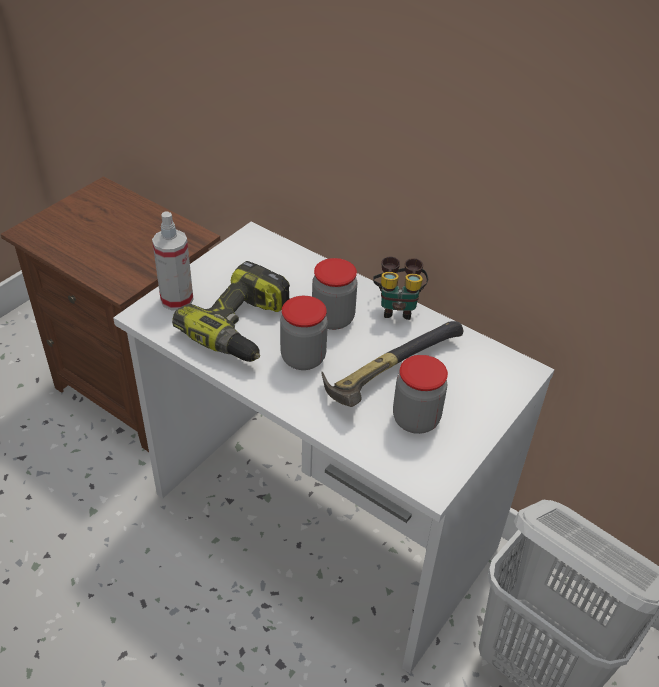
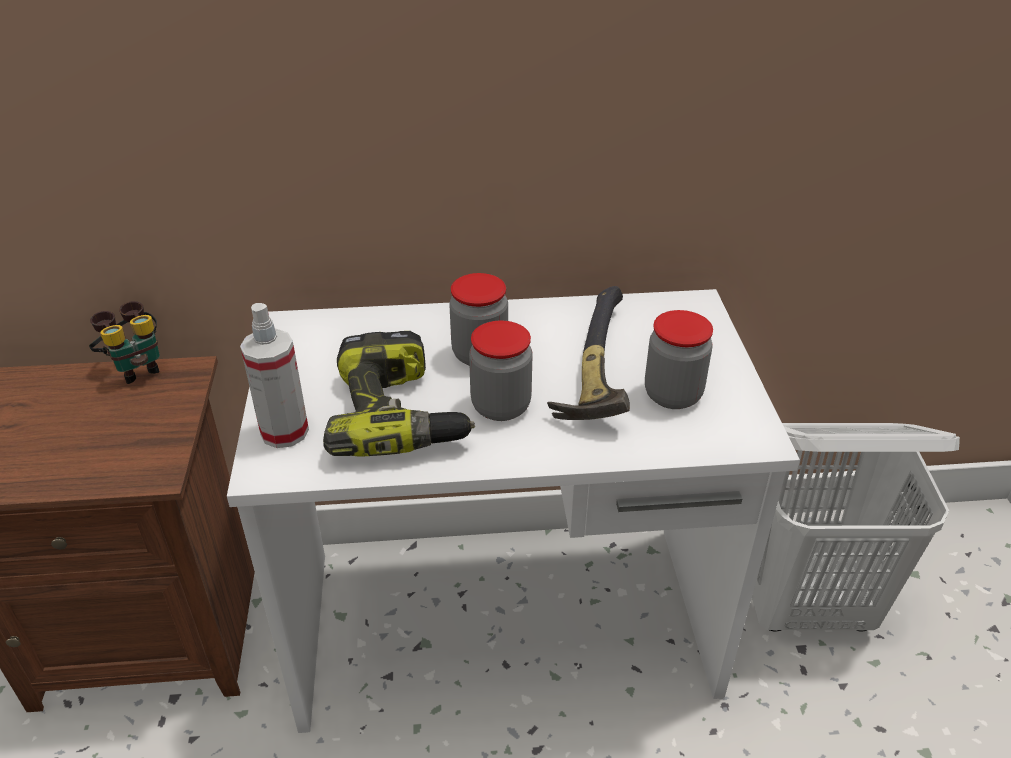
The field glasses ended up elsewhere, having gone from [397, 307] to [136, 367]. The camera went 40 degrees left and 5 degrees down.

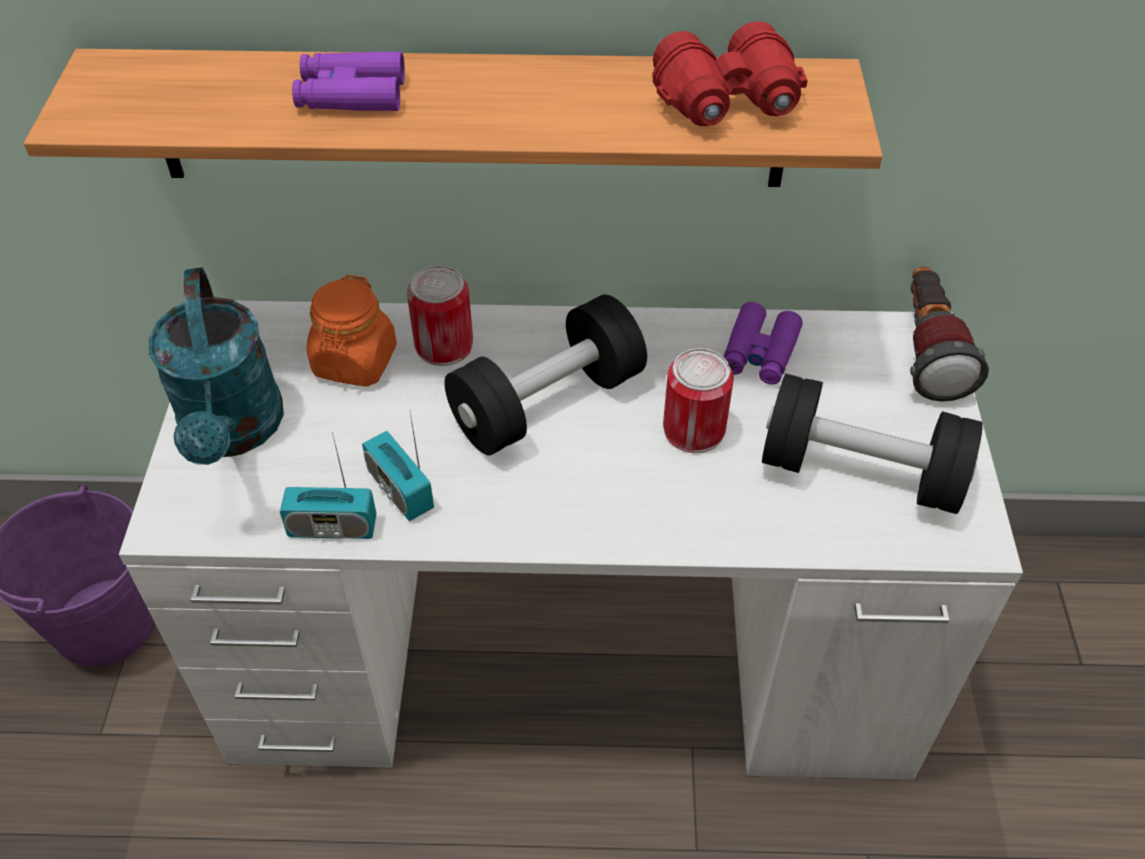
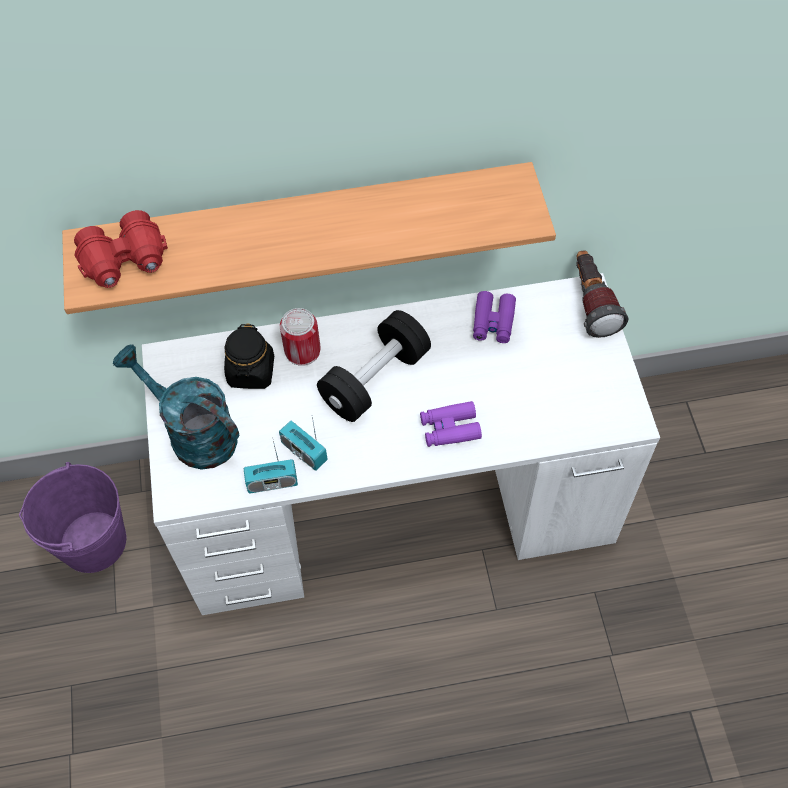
The reddish field glasses ended up elsewhere, having gone from [728, 103] to [126, 262]. The turquoise watering pot at [233, 432] ended up facing another way, 150 degrees clockwise from before. What was the orange preserve jar at [355, 362] turned into the blackish preserve jar at [251, 372]. The purple field glasses ended up elsewhere, having gone from [351, 94] to [449, 428]. The second view lost the metal can at [694, 430]. The second view lost the blackish hand weight at [860, 472]. The camera went 10 degrees left and 10 degrees up.

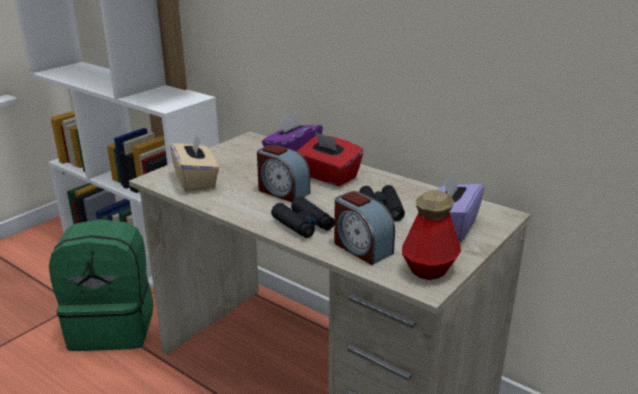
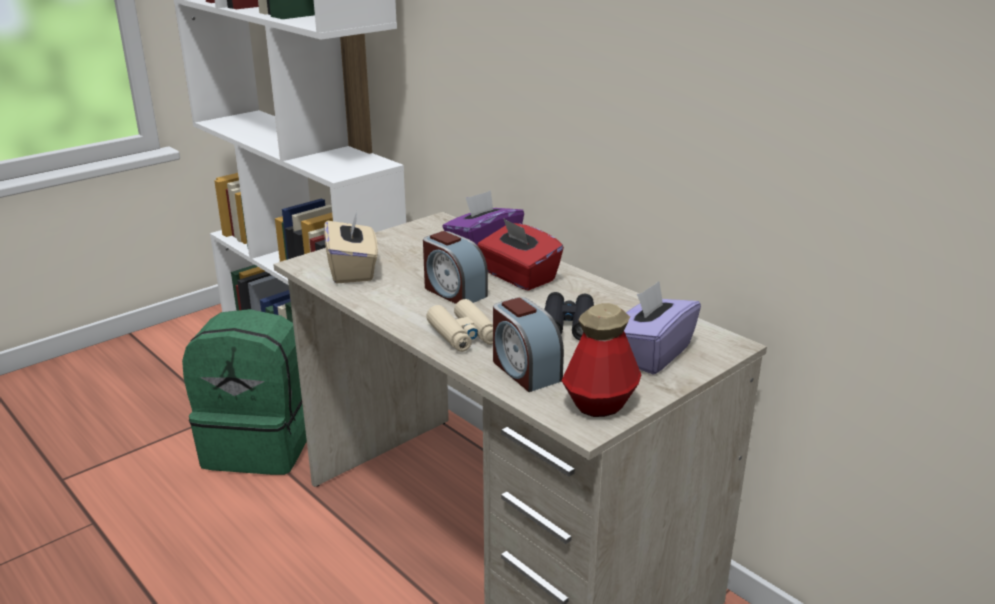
What was the blackish field glasses at [303, 224] turned into the beige field glasses at [463, 335]. The camera went 10 degrees right and 0 degrees up.

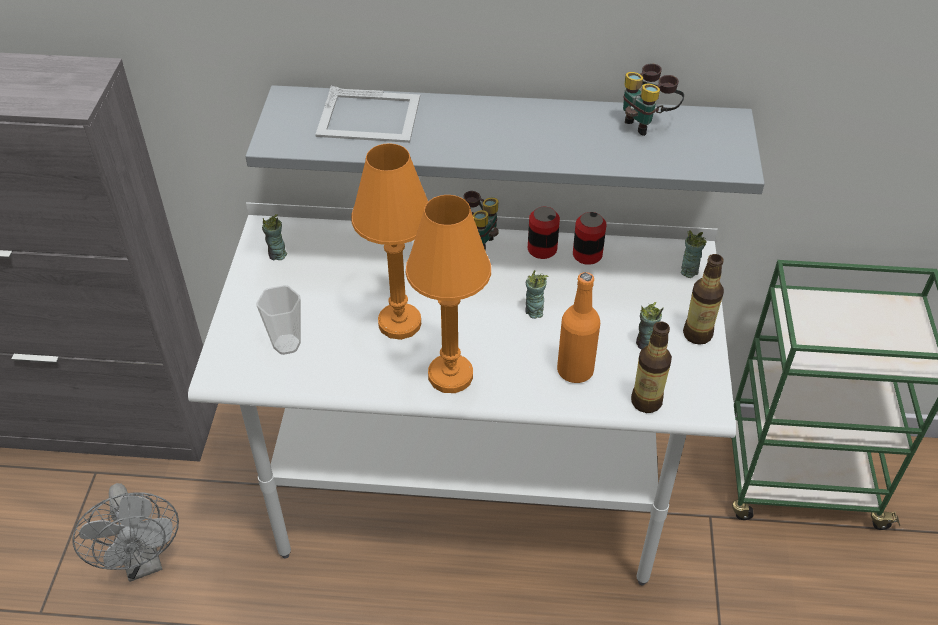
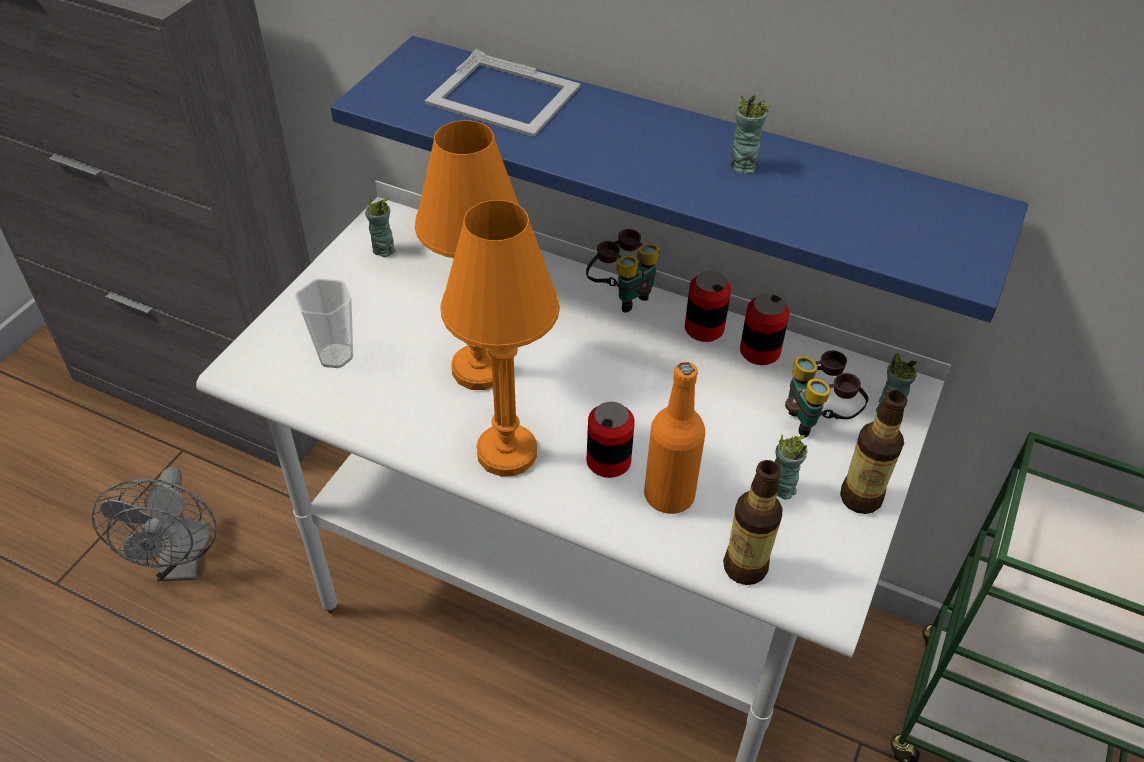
What was the gray shelf at [507, 137] turned into the blue shelf at [687, 168]. The second view gained the metal can at [608, 461]. The drinking cup ended up elsewhere, having gone from [534, 311] to [743, 165]. The field glasses ended up elsewhere, having gone from [647, 122] to [818, 420]. The camera went 20 degrees right and 0 degrees up.

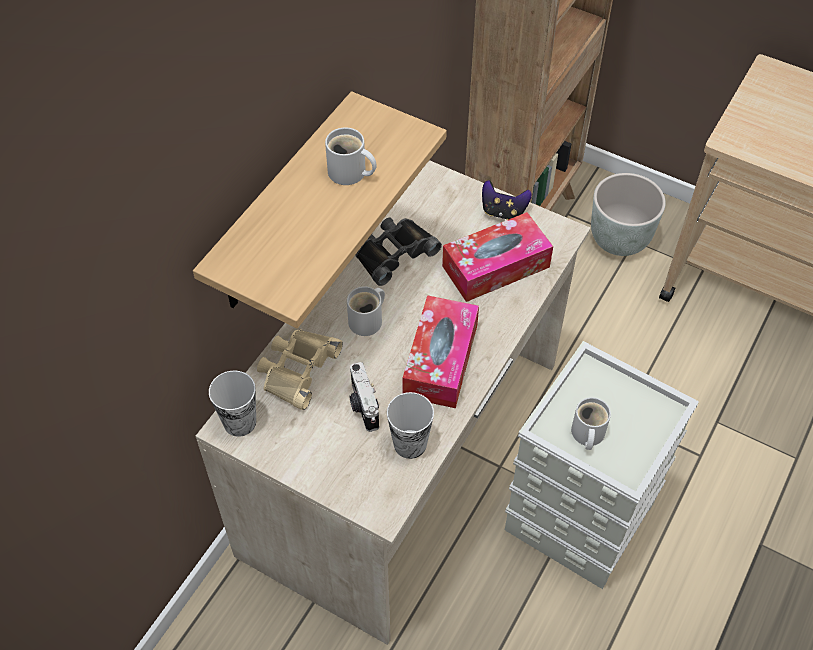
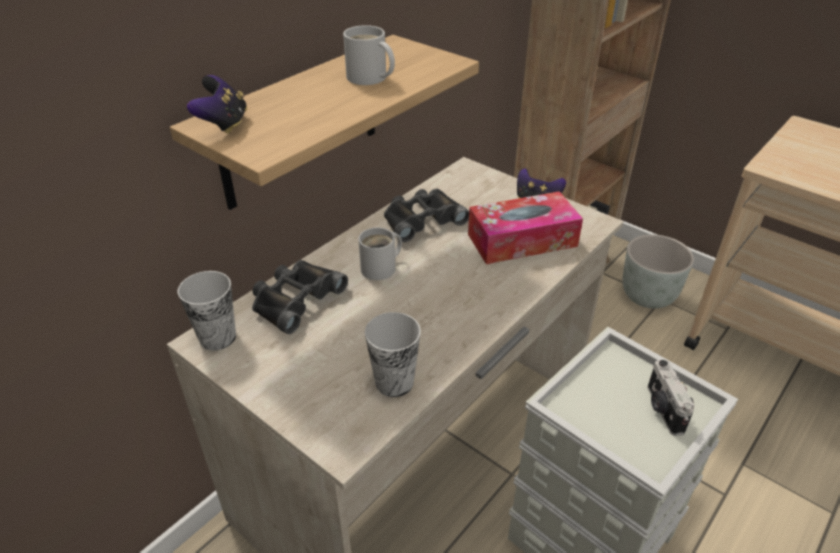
The second view gained the joypad at [223, 124]. What was the beige field glasses at [297, 369] turned into the blackish field glasses at [295, 299]. The still camera ended up elsewhere, having gone from [363, 406] to [663, 409]. The second view lost the box of tissues at [440, 360]. The second view lost the white-coloured coffee mug at [586, 434]. The camera went 10 degrees right and 15 degrees down.

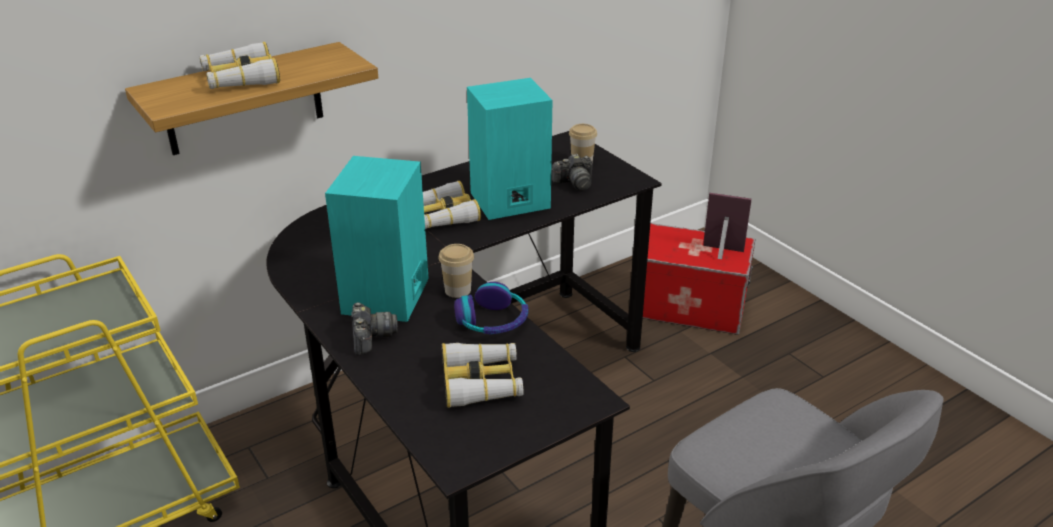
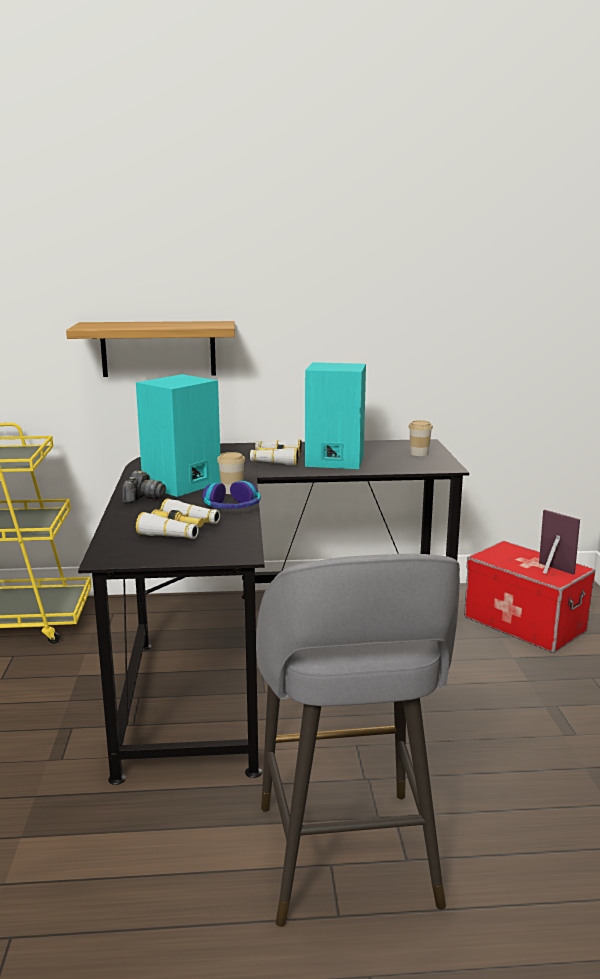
The second view lost the field glasses at [241, 78]. The second view lost the still camera at [574, 183]. The camera went 30 degrees right and 15 degrees down.

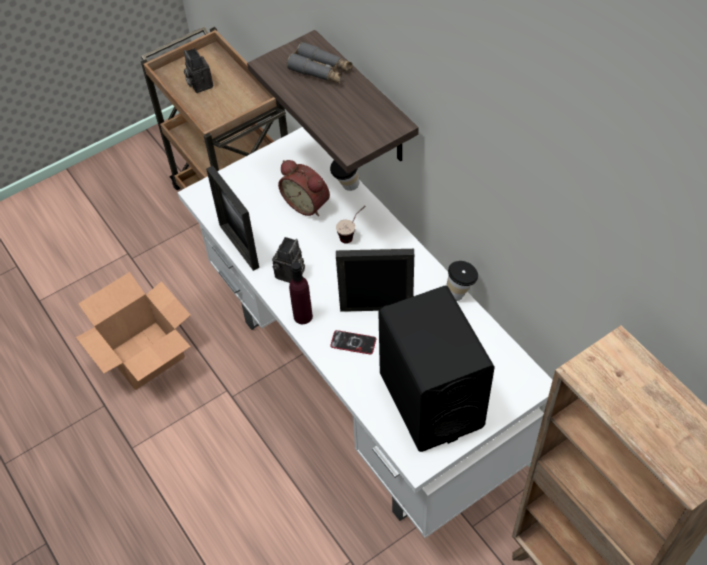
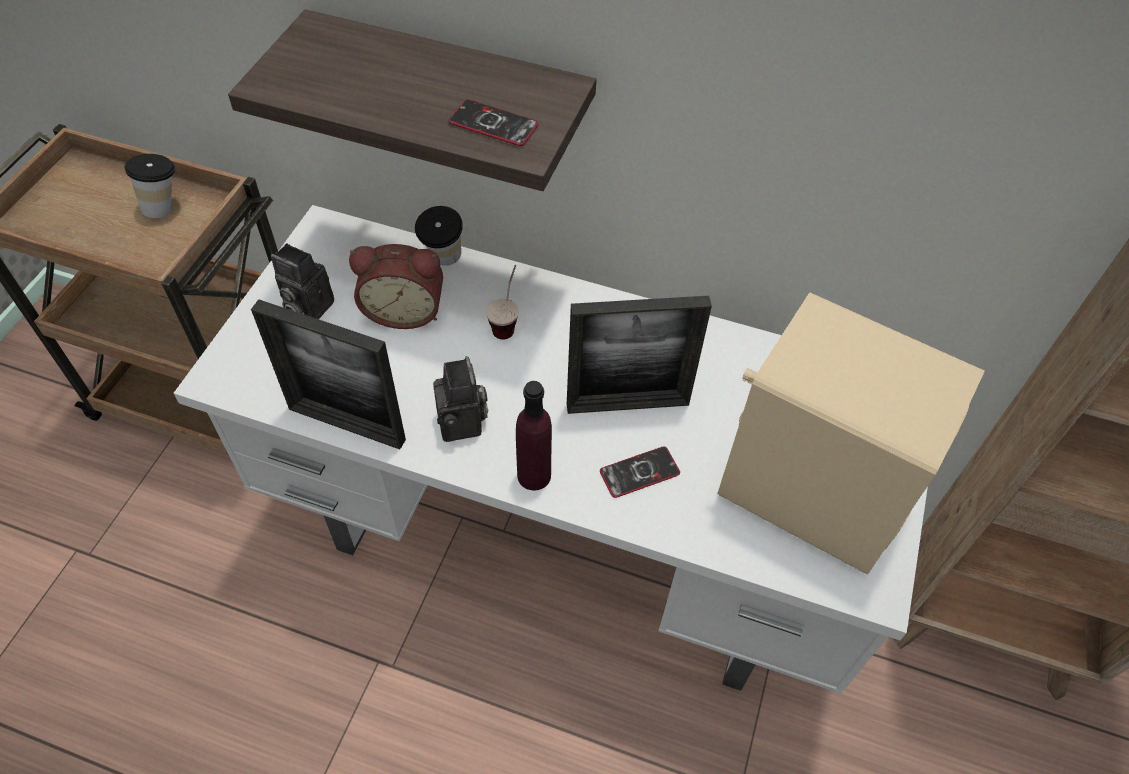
The drinking cup ended up elsewhere, having gone from [460, 293] to [165, 207]. The still camera ended up elsewhere, having gone from [199, 84] to [306, 307]. The second view gained the phone at [493, 124]. The photo frame at [376, 307] ended up facing another way, 150 degrees counterclockwise from before. What was the blackish loudspeaker at [430, 400] turned into the beige loudspeaker at [811, 491]. The second view lost the packing box at [146, 354]. The second view lost the gray field glasses at [320, 70]. The camera went 40 degrees left and 0 degrees up.

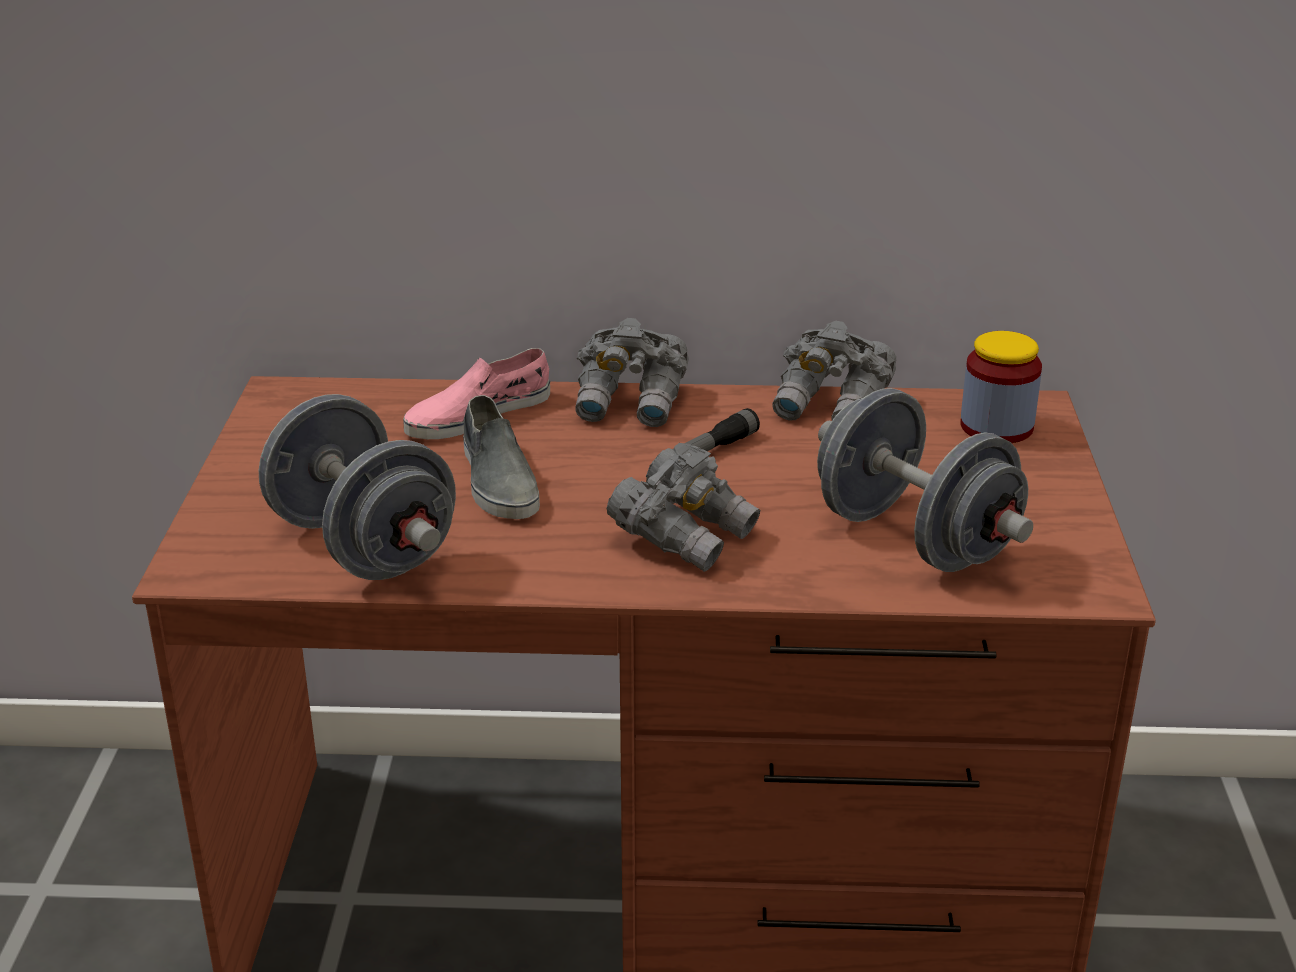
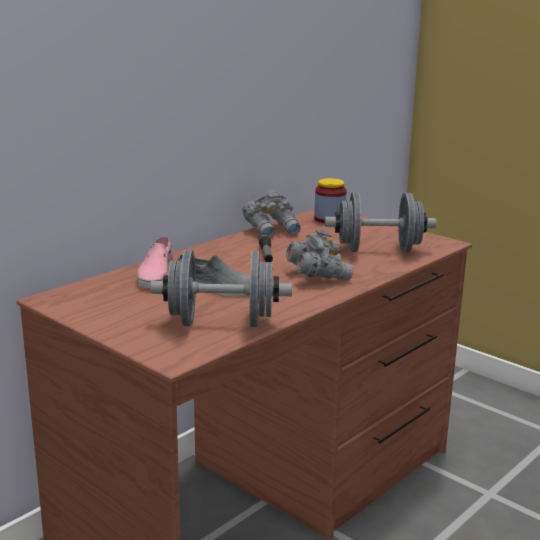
The second view lost the gray field glasses at [632, 403]. The camera went 50 degrees left and 10 degrees down.

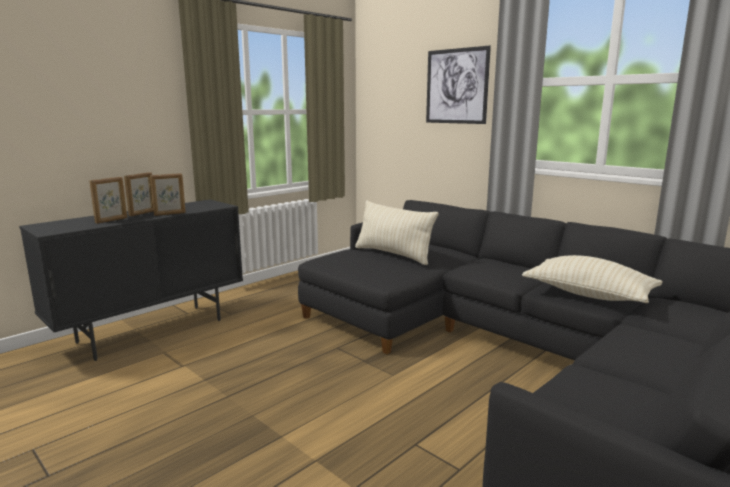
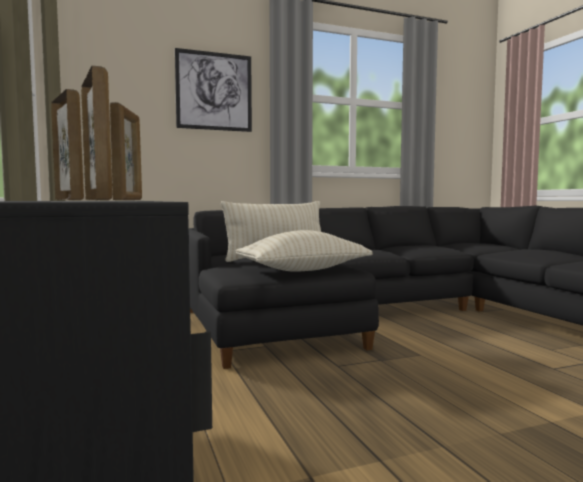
The beige throw pillow ended up elsewhere, having gone from [589, 295] to [303, 270]. The camera went 65 degrees left and 10 degrees down.

